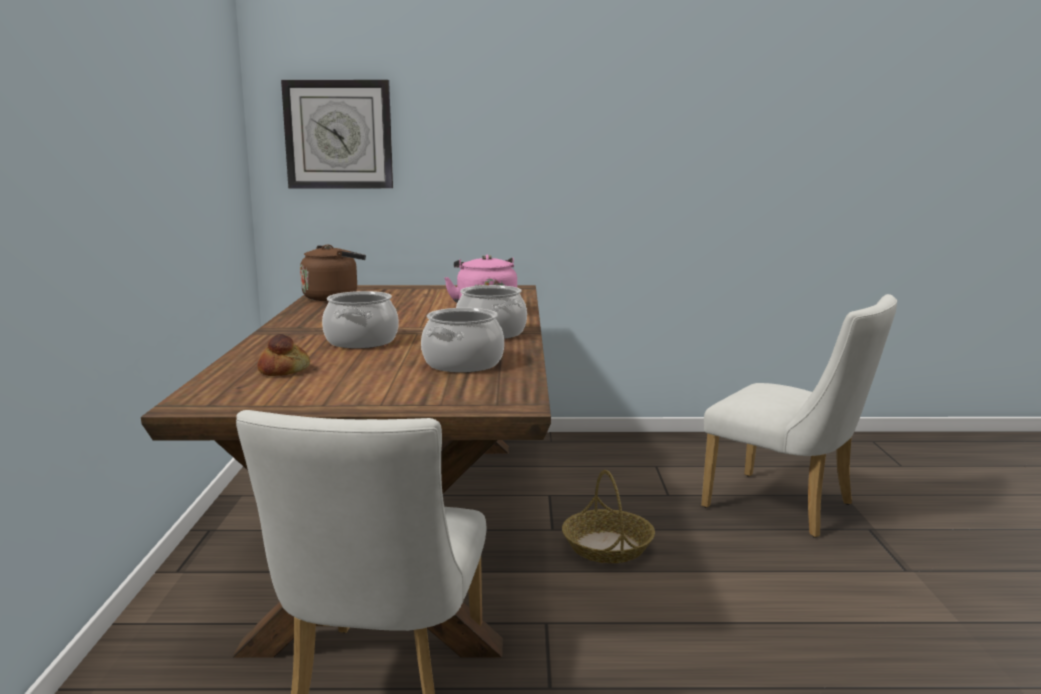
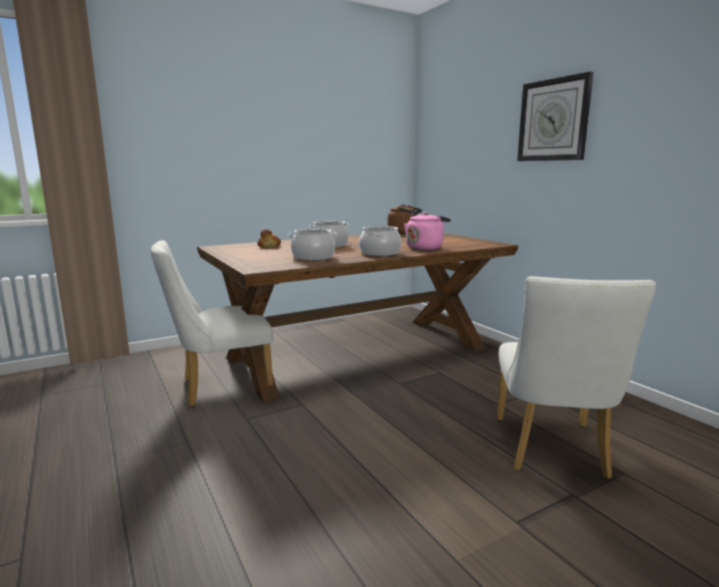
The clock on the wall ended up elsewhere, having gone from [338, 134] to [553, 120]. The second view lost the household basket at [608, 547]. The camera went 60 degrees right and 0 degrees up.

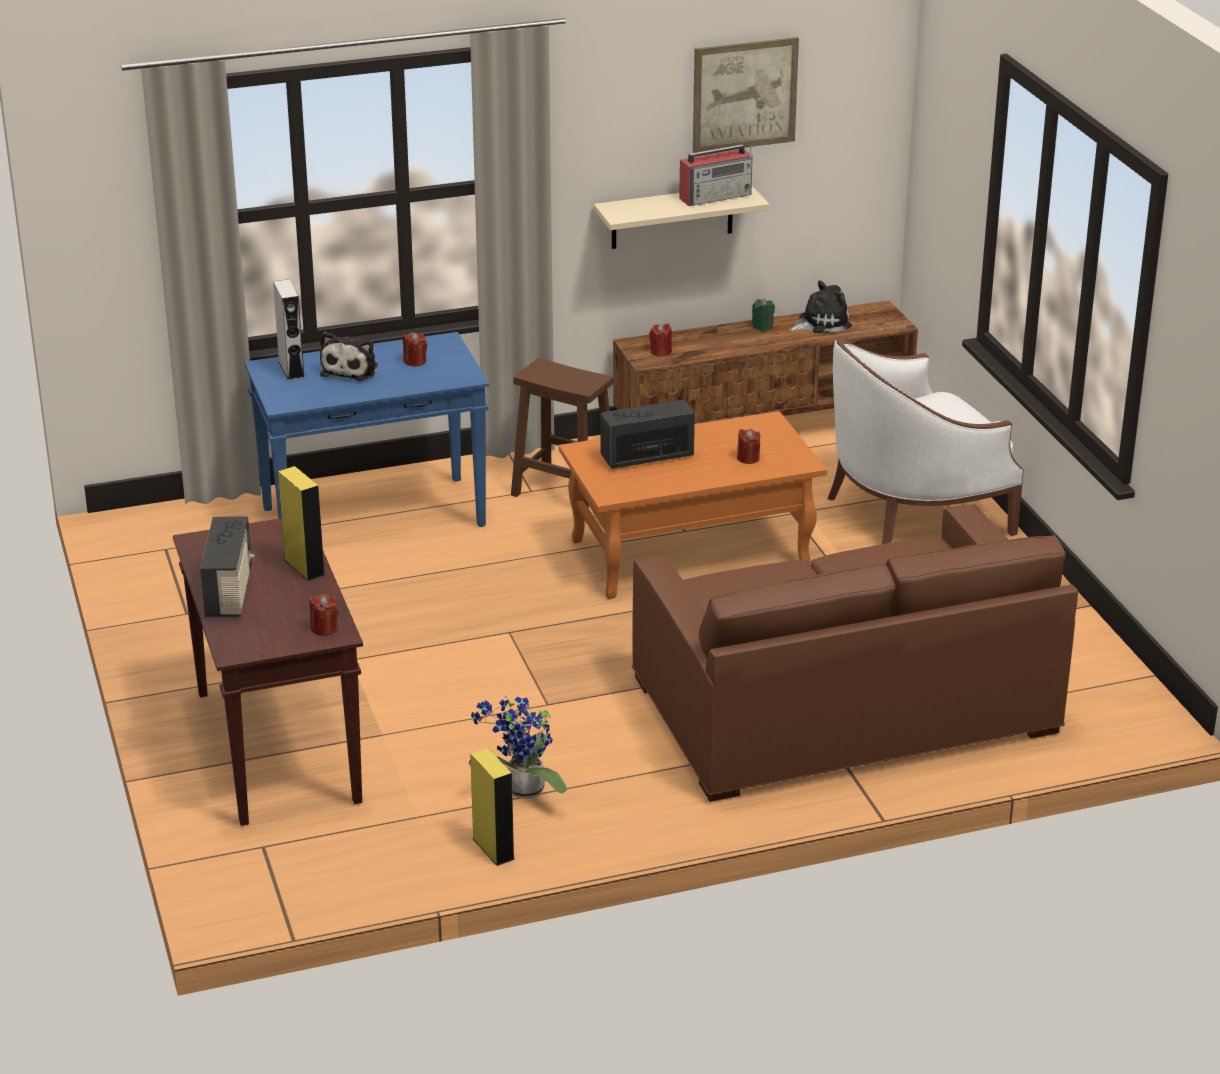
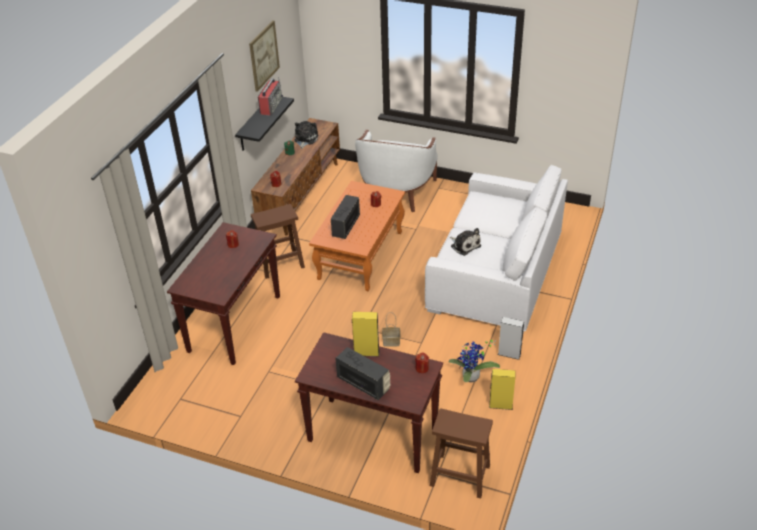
What was the blue narrow table at [375, 517] turned into the brown narrow table at [235, 323]. What was the beige shelf at [672, 217] turned into the blackish shelf at [255, 124]. The second view gained the household basket at [390, 342]. What was the brown settee at [843, 705] turned into the white-coloured settee at [496, 271]. The second view gained the brown stool at [459, 475]. The cuddly toy ended up elsewhere, having gone from [351, 369] to [464, 245]. The gray loudspeaker ended up elsewhere, having gone from [291, 369] to [509, 354]. The camera went 50 degrees left and 10 degrees up.

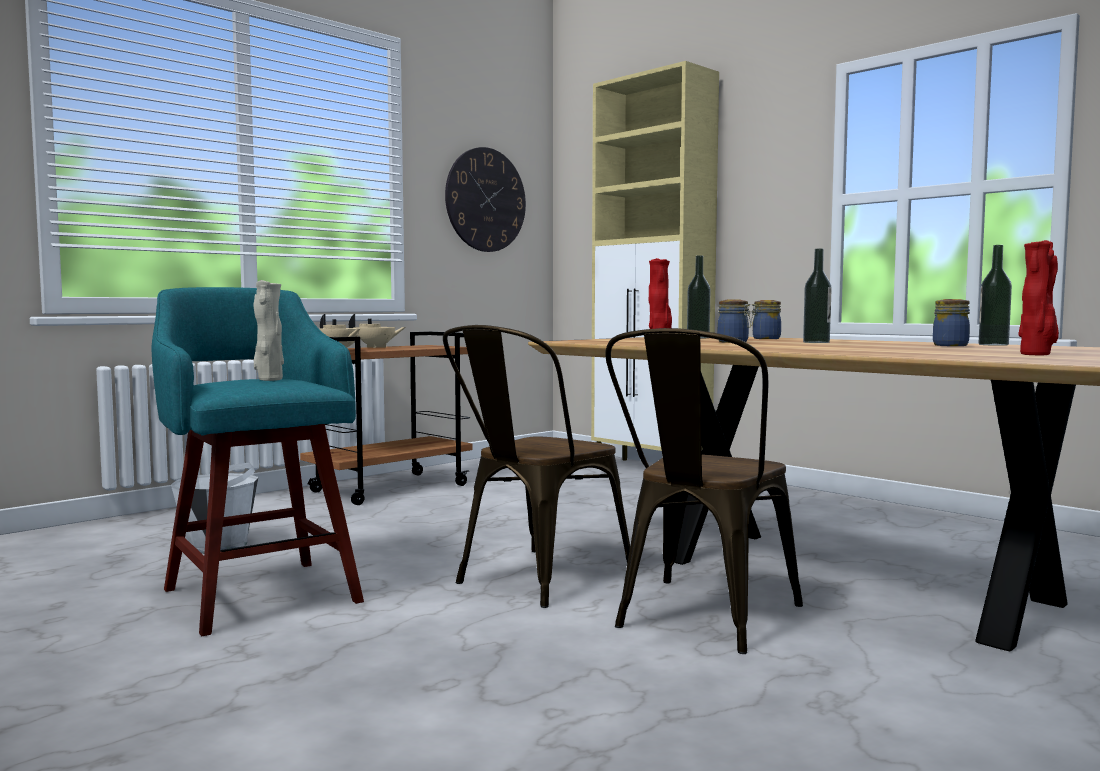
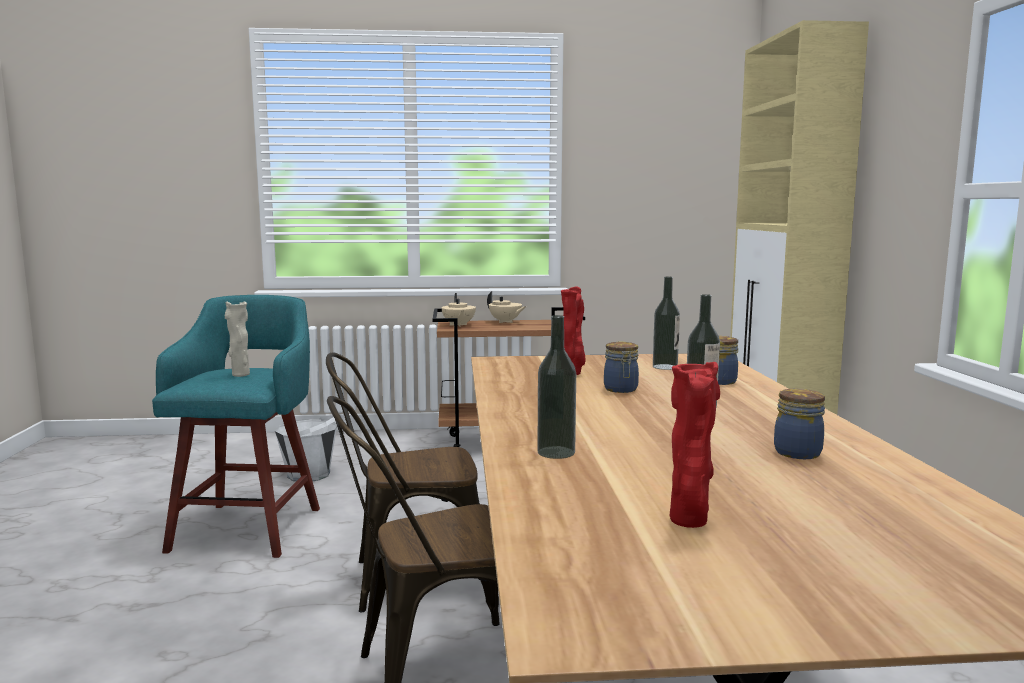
The bottle ended up elsewhere, having gone from [993, 344] to [556, 452]. The second view lost the clock on the wall at [485, 200]. The camera went 40 degrees right and 5 degrees up.

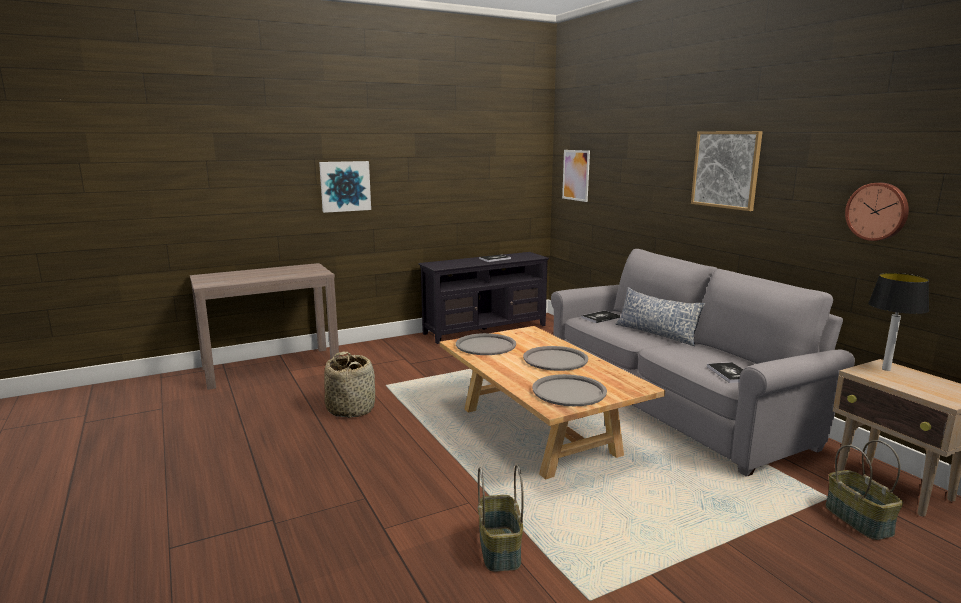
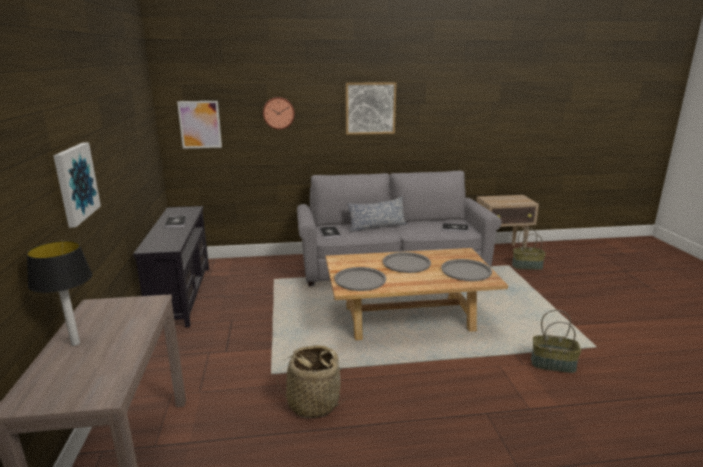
The tabletop lamp ended up elsewhere, having gone from [885, 369] to [75, 343]. The clock on the wall ended up elsewhere, having gone from [877, 211] to [278, 113]. The camera went 70 degrees left and 5 degrees up.

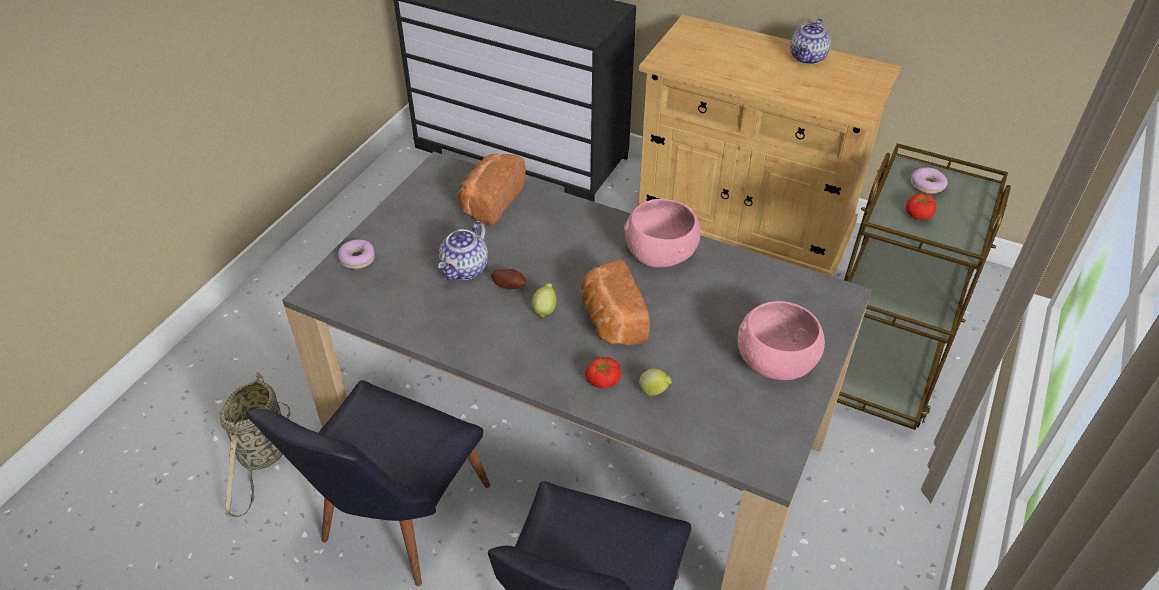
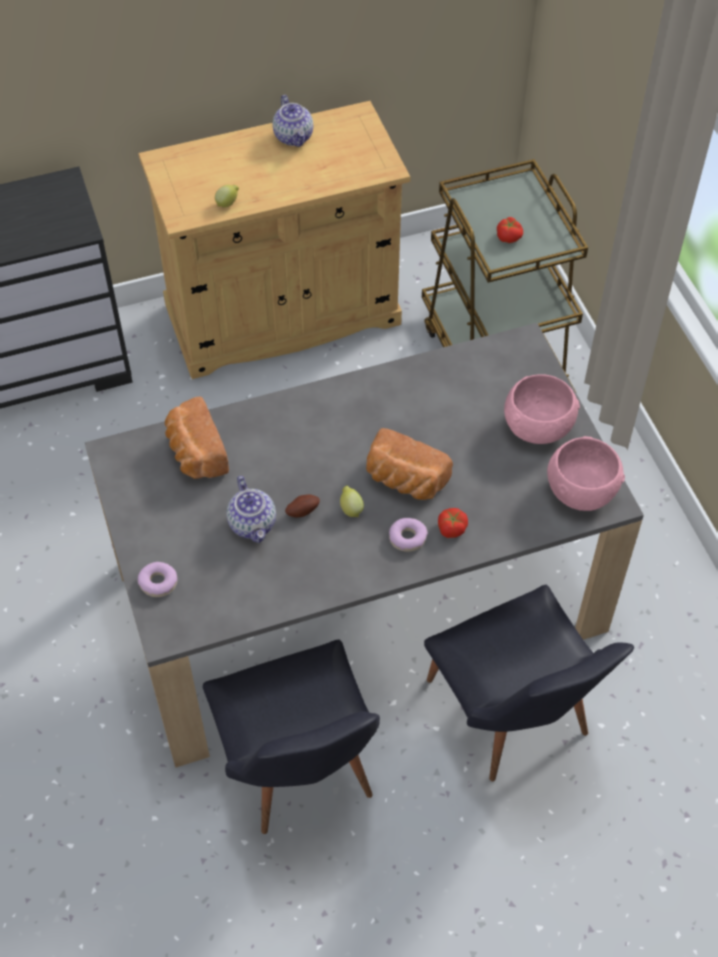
The whole lemon ended up elsewhere, having gone from [654, 391] to [228, 203]. The donut ended up elsewhere, having gone from [927, 185] to [407, 538]. The pink-coloured deep dish ended up elsewhere, having gone from [659, 253] to [580, 490]. The second view lost the household basket at [263, 456]. The camera went 45 degrees left and 10 degrees up.

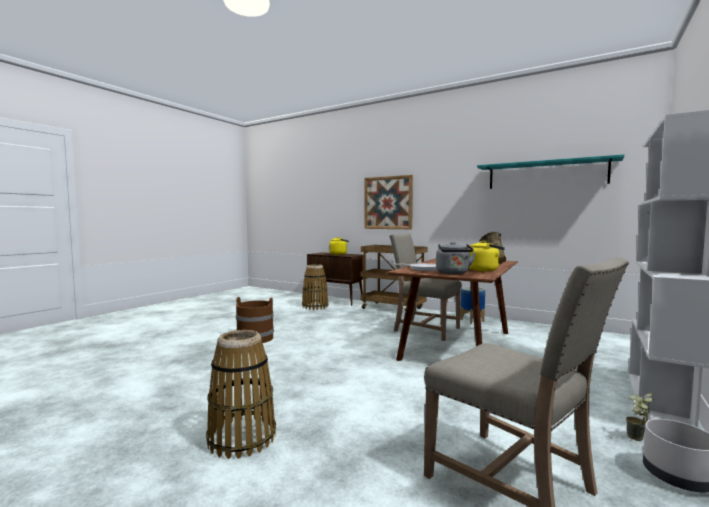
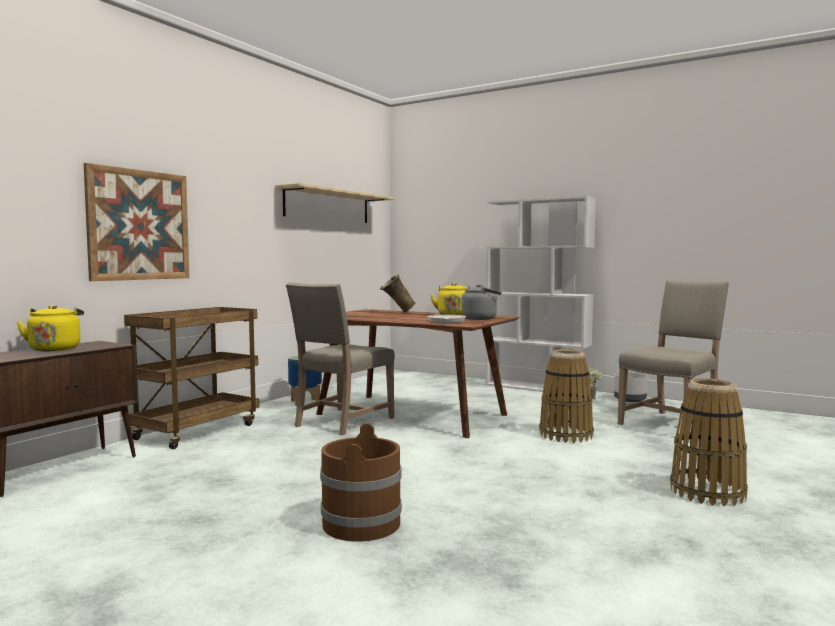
What was the turquoise shelf at [546, 175] turned into the beige shelf at [328, 206]. The household basket ended up elsewhere, having gone from [315, 307] to [566, 435]. The camera went 90 degrees left and 0 degrees up.

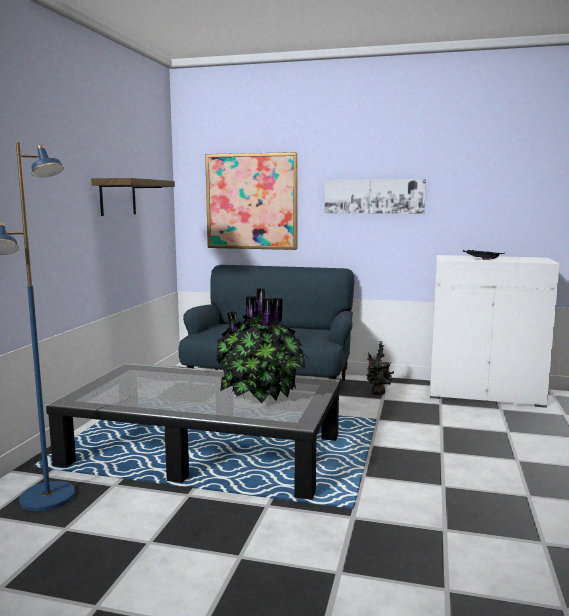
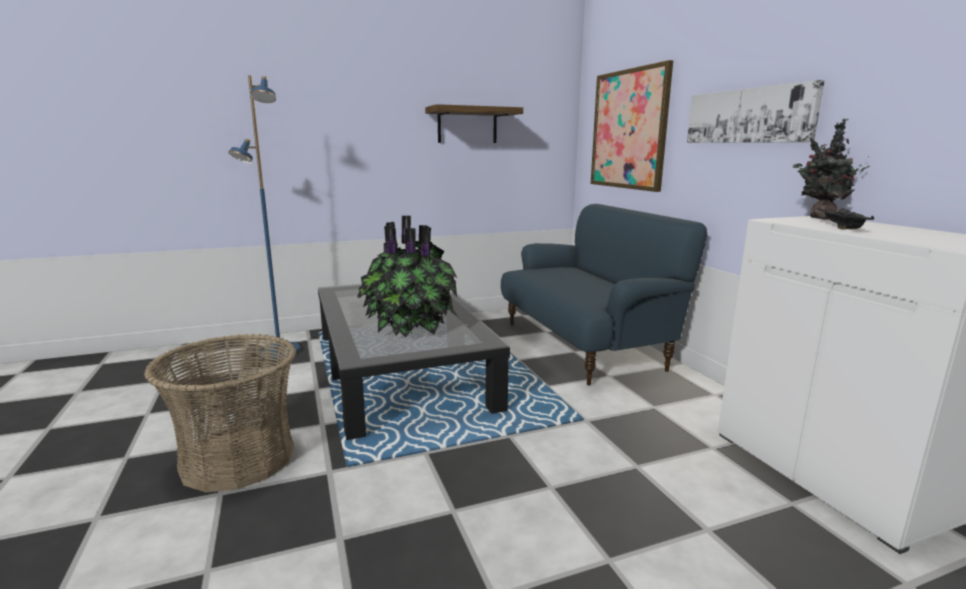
The second view gained the household basket at [238, 459]. The plant in a pot ended up elsewhere, having gone from [378, 393] to [821, 218]. The camera went 55 degrees right and 5 degrees up.

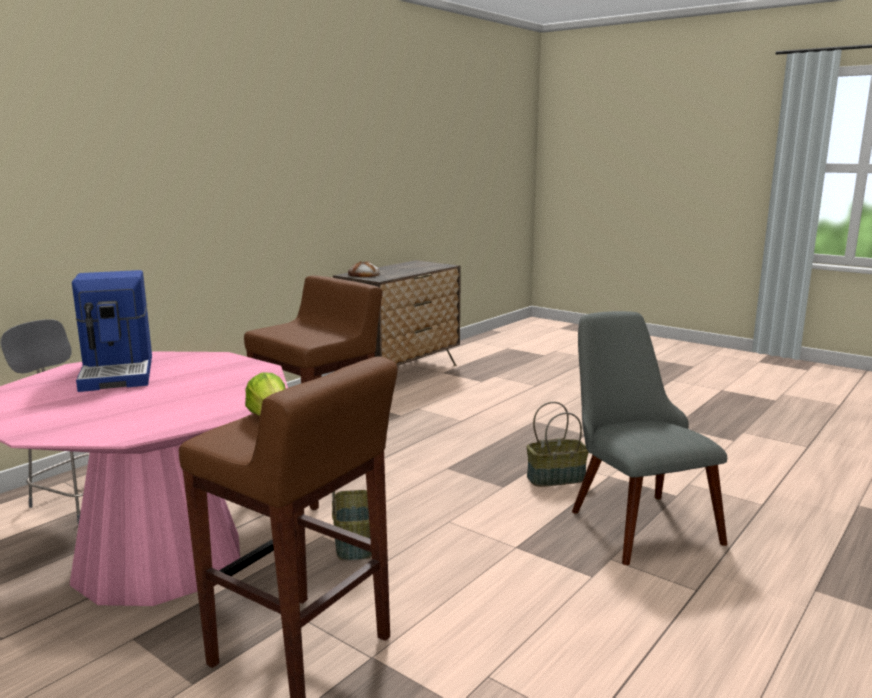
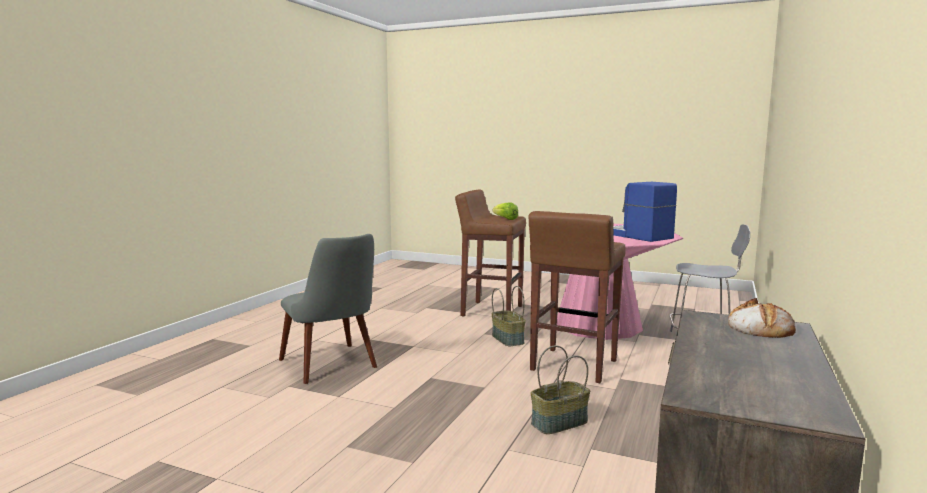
The household basket ended up elsewhere, having gone from [556, 478] to [559, 423]. The camera went 165 degrees right and 5 degrees down.

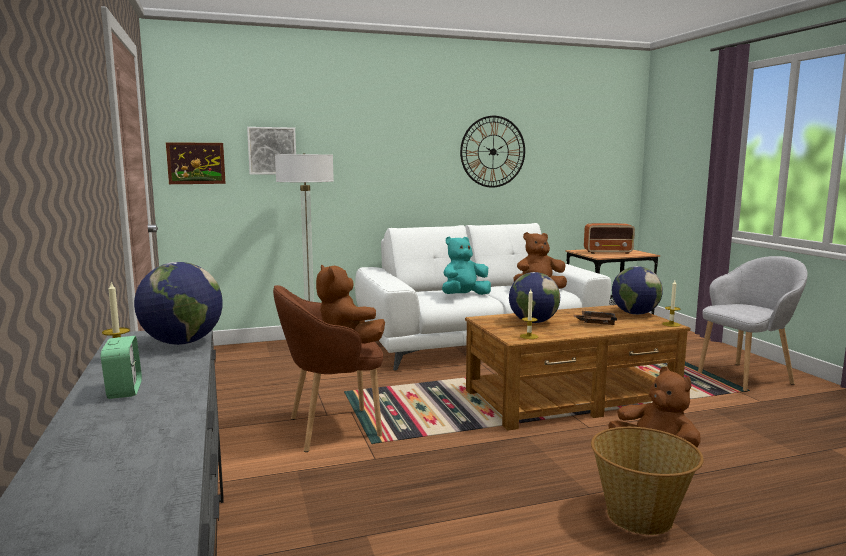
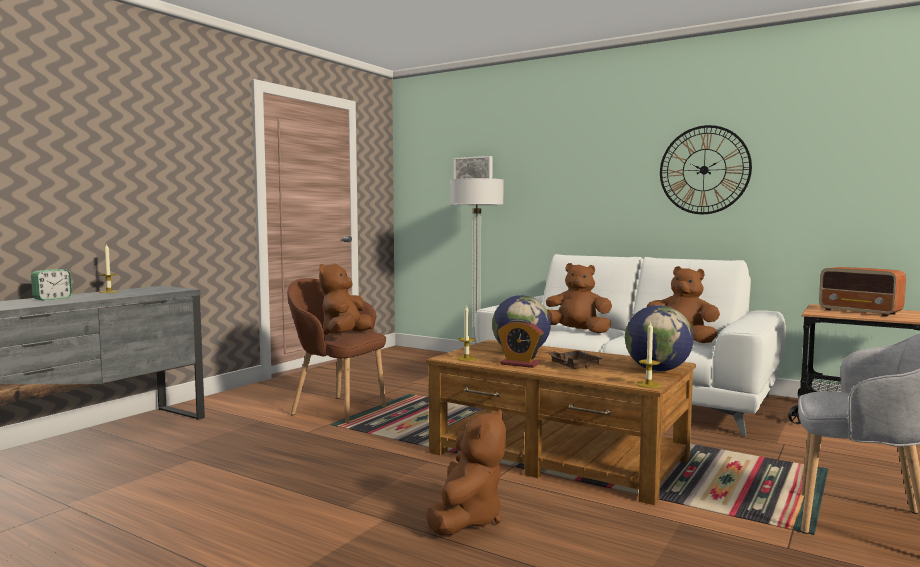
The second view gained the table clock at [519, 364]. What was the turquoise cuddly toy at [464, 296] turned into the brown cuddly toy at [576, 331]. The second view lost the globe at [182, 342]. The second view lost the wall picture at [196, 163]. The second view lost the household basket at [640, 517]. The camera went 50 degrees right and 5 degrees down.

